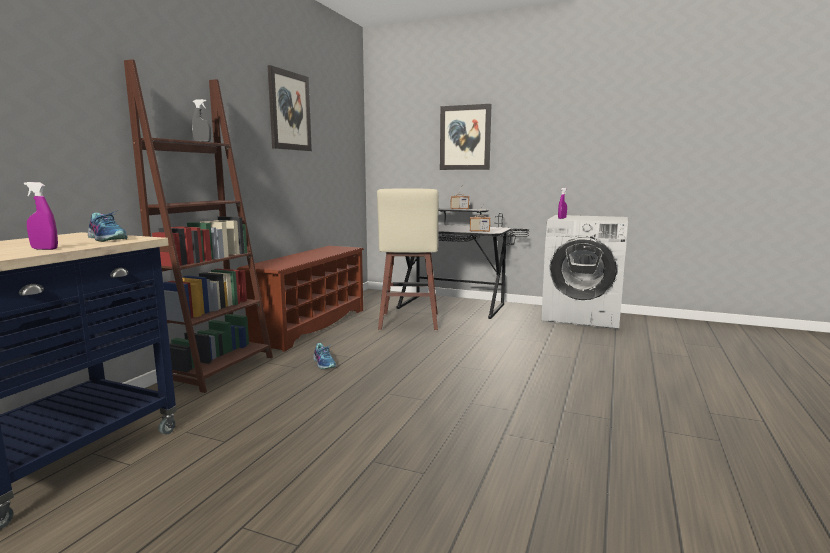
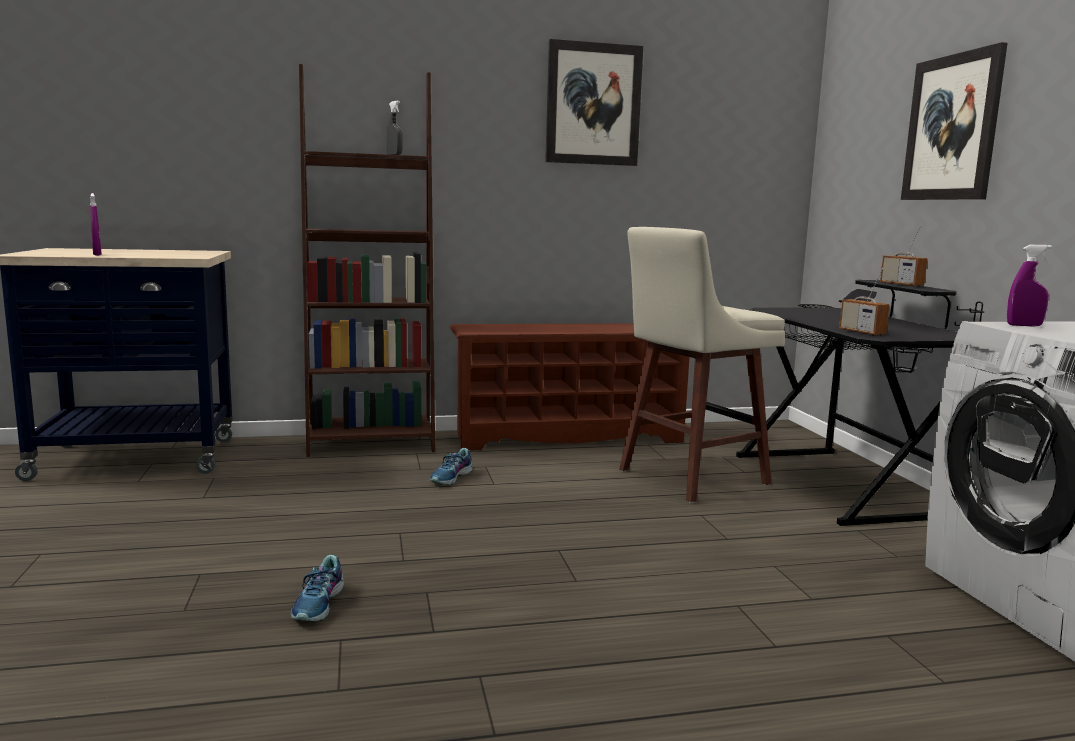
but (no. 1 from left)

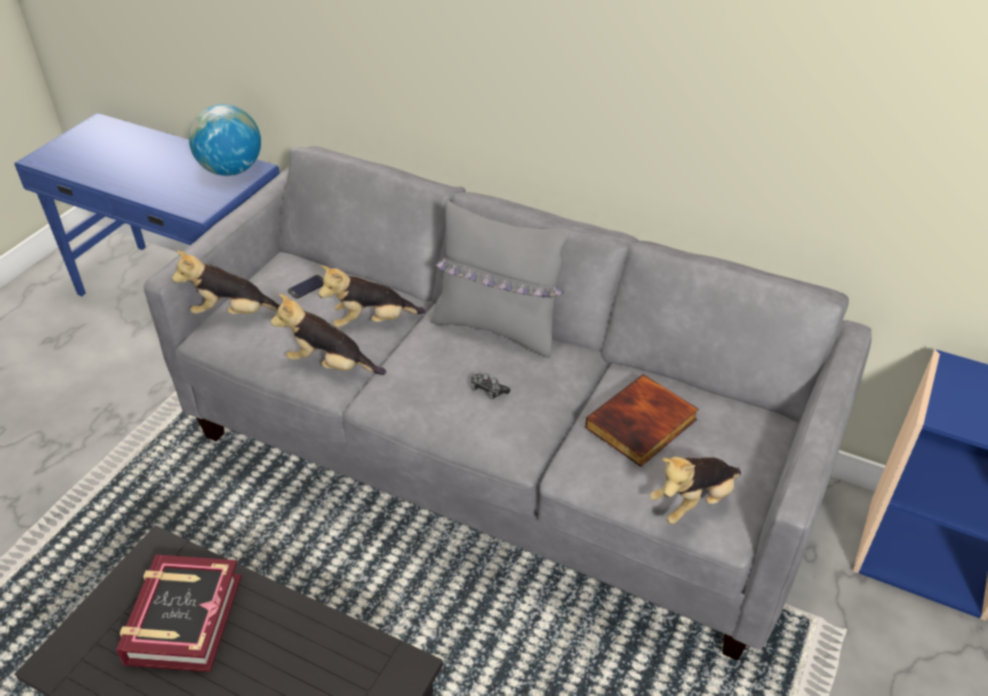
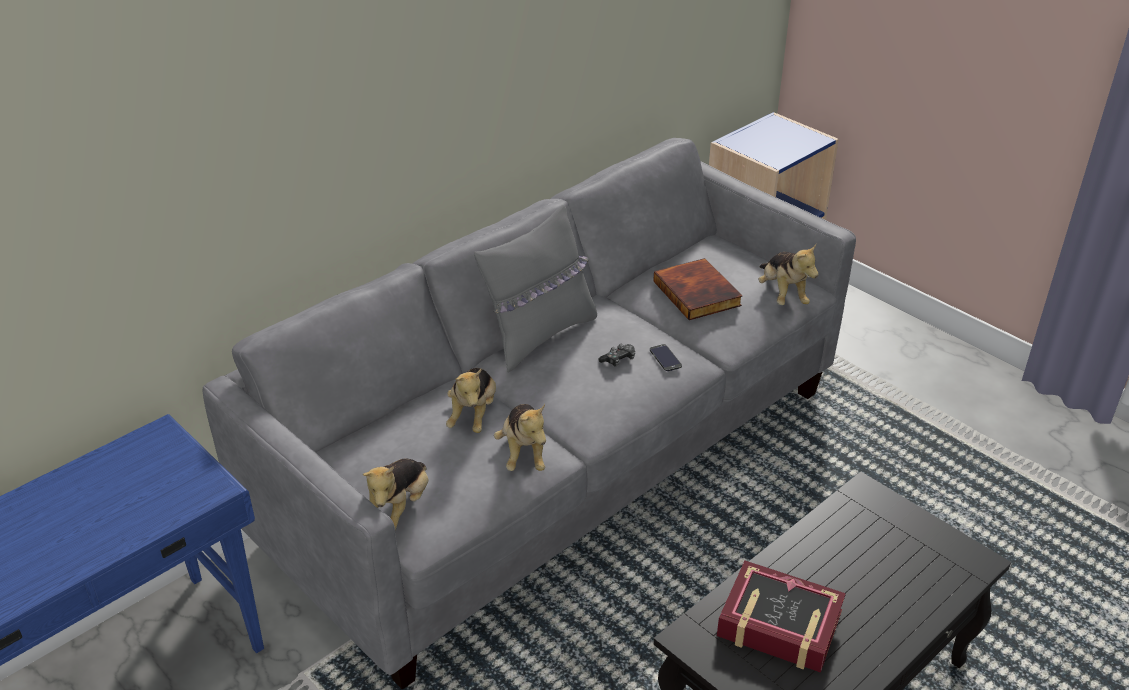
globus
telefon
pluszak (no. 3 from left)

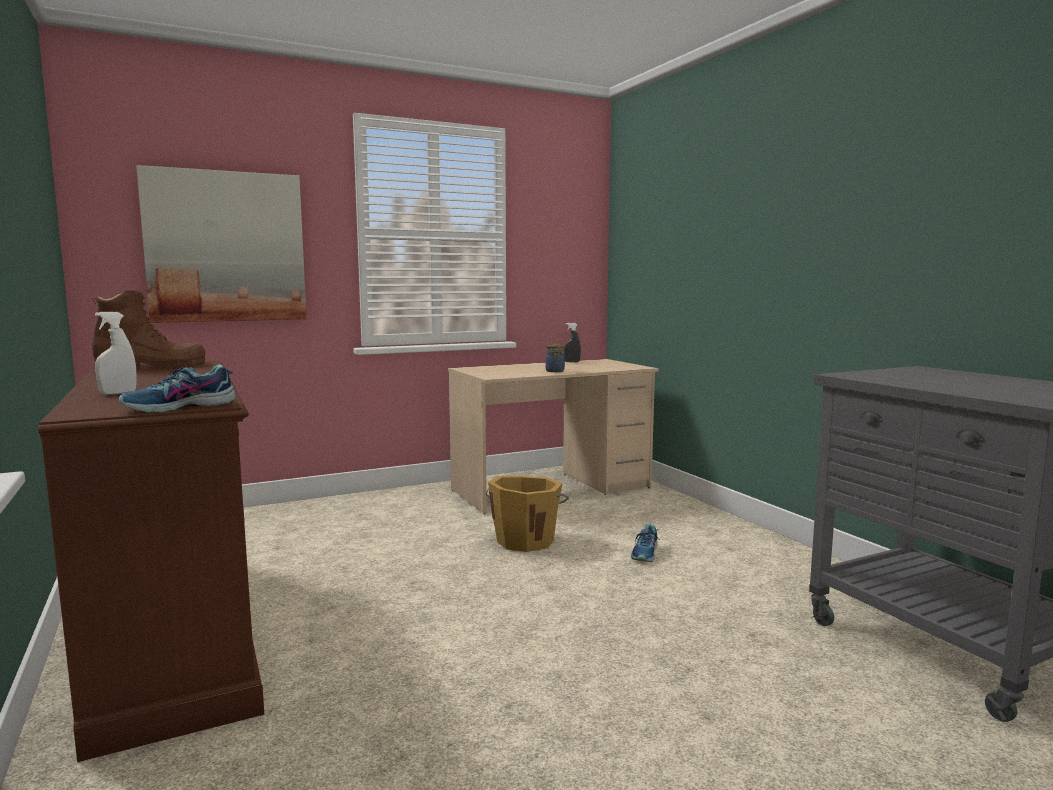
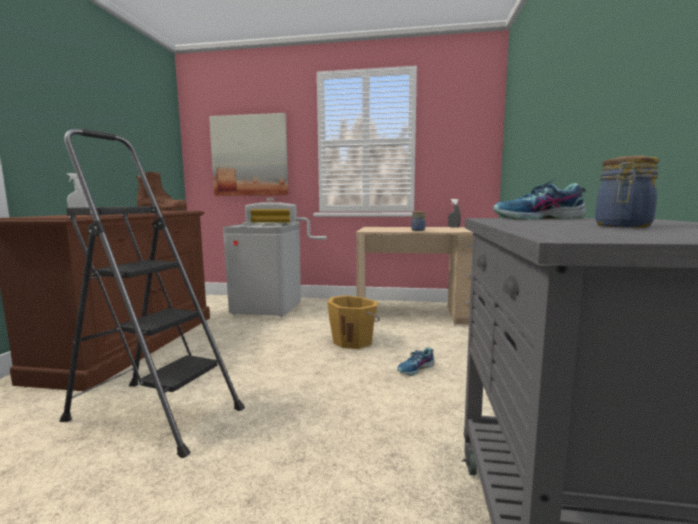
drabinka
pralka/szary
słoik (no. 2 from left)
but (no. 2 from left)

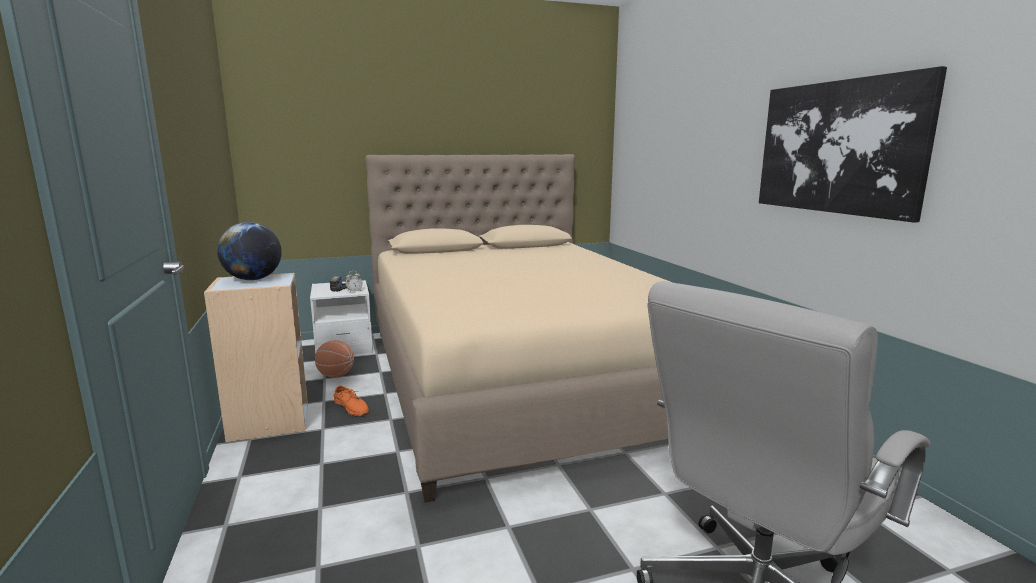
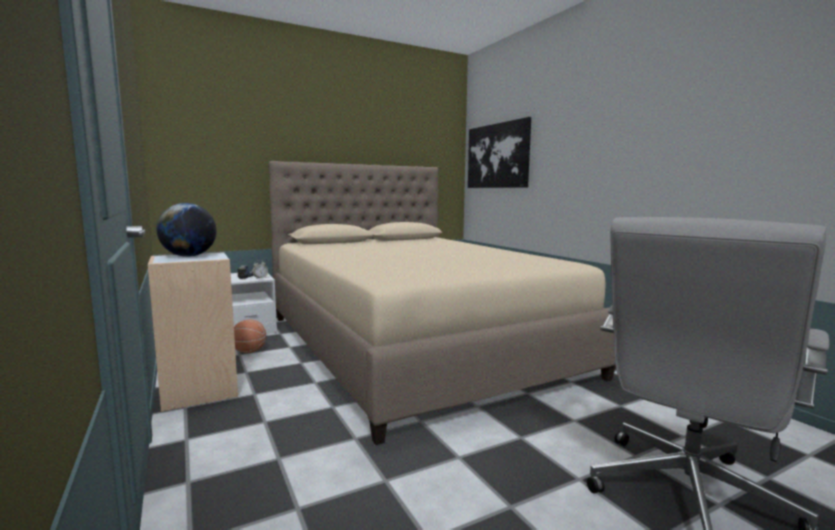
but/pomarańczowy
obraz

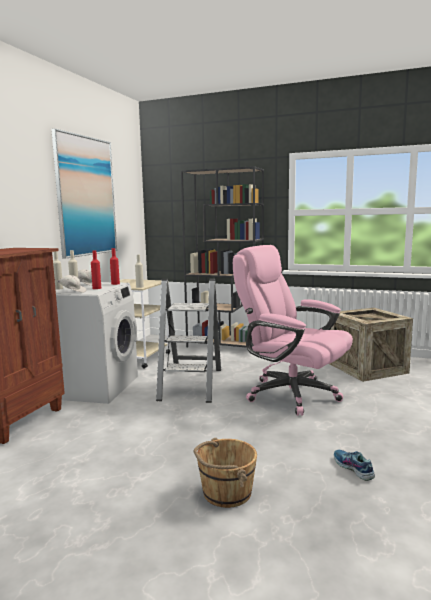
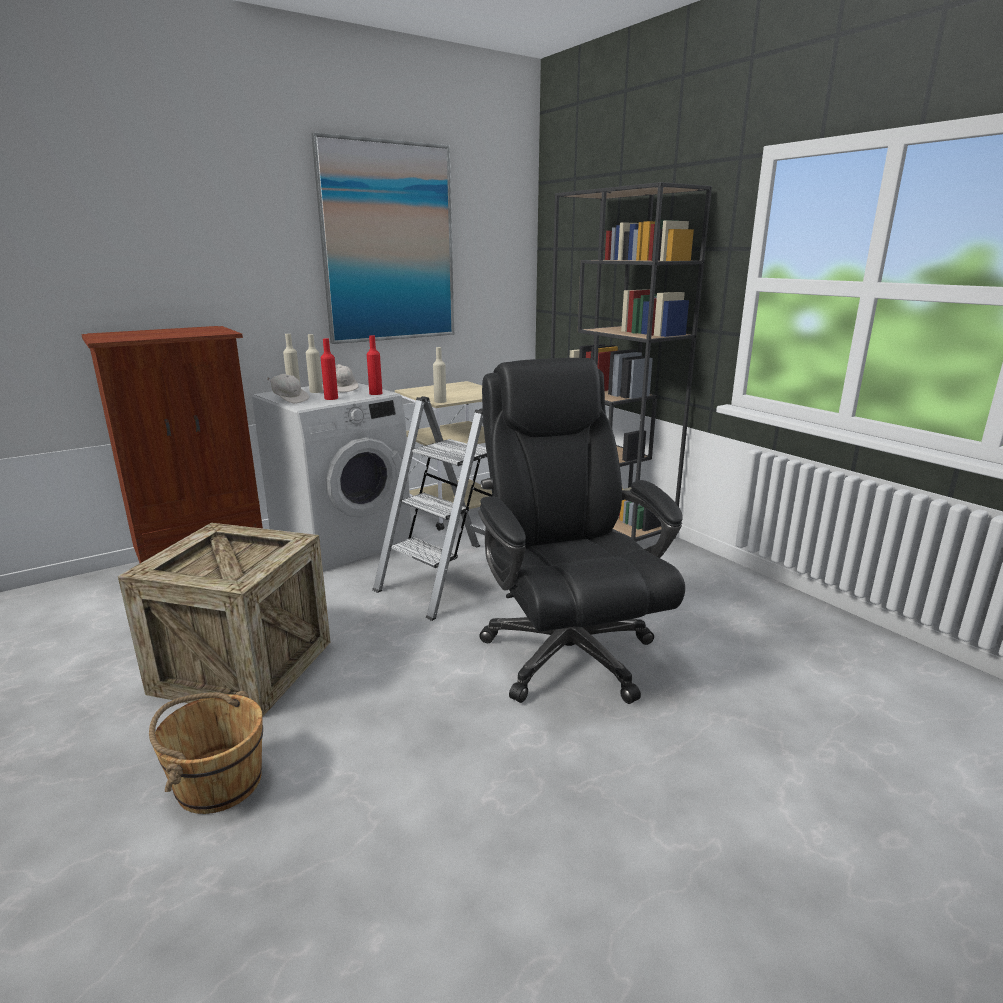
but
skrzynka
krzesło biurowe/czarny

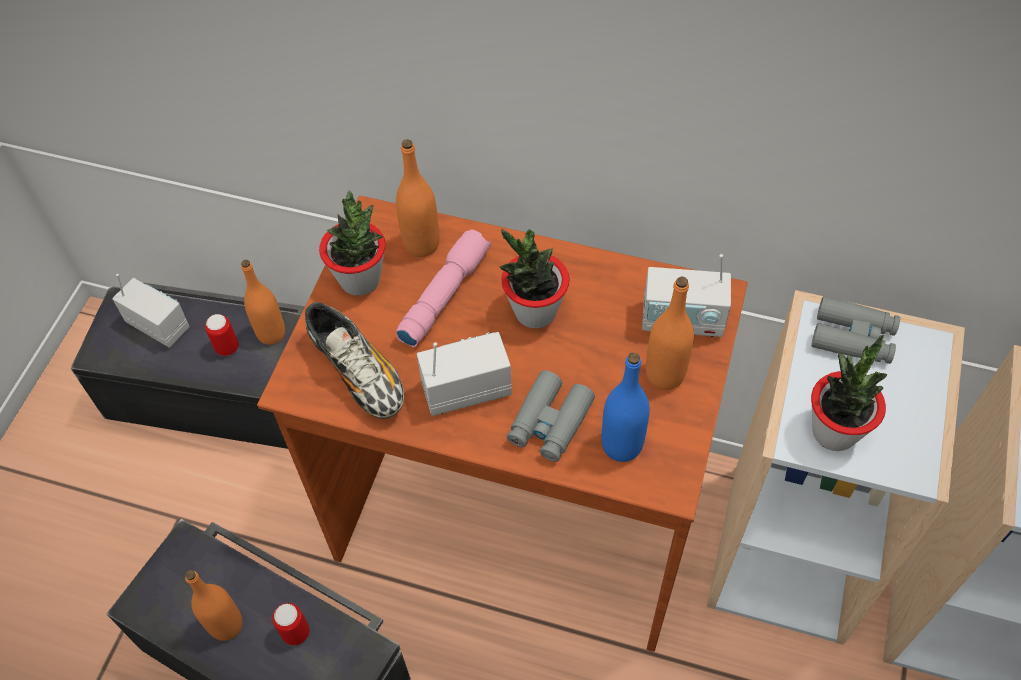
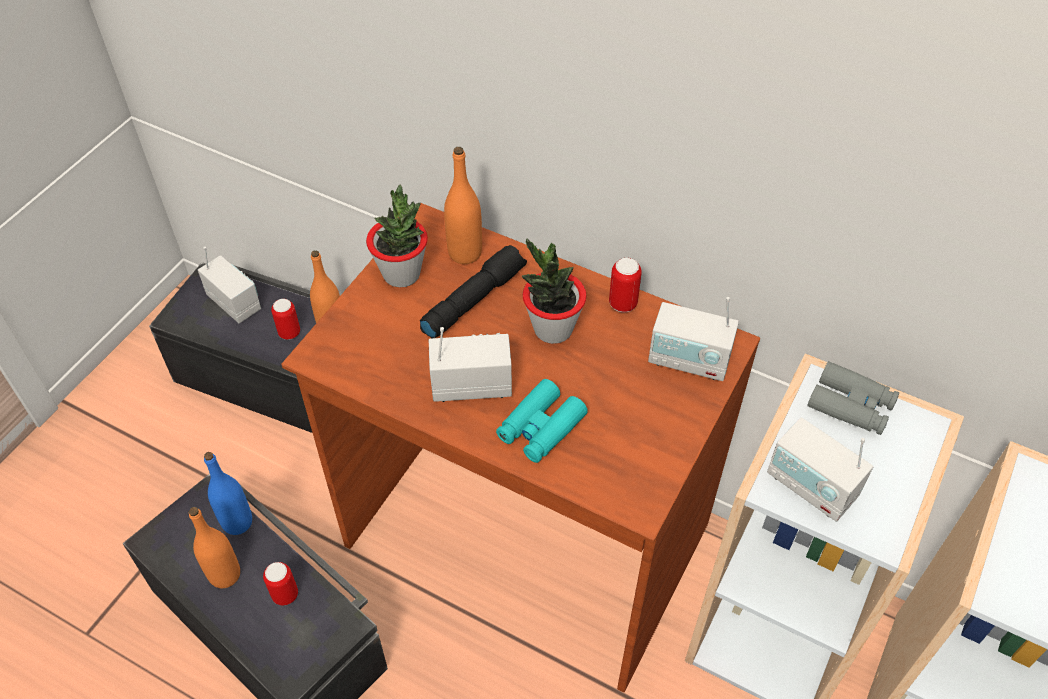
but
butelka/pomarańczowy (no. 4 from left in the first image)
puszka (no. 3 from left)
butelka/niebieski
radio (no. 4 from left)
latarka/czarny
lornetka/turkusowy

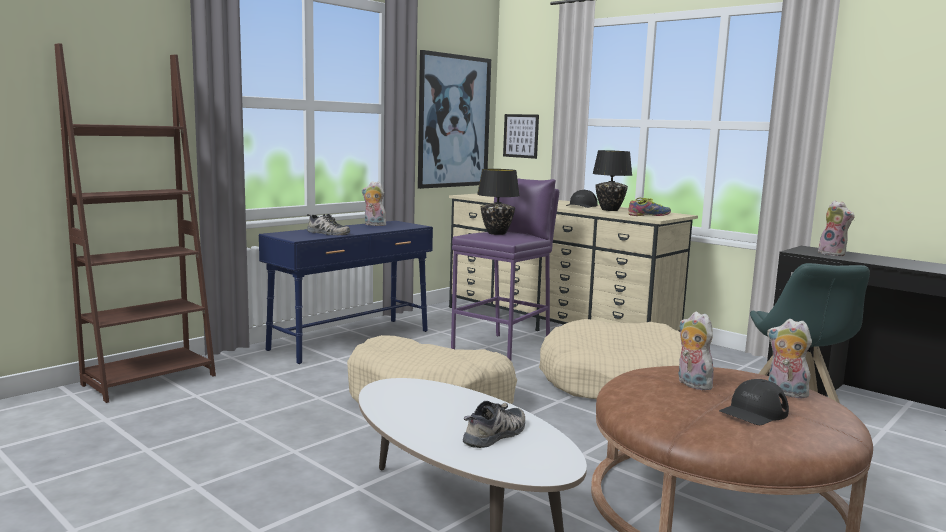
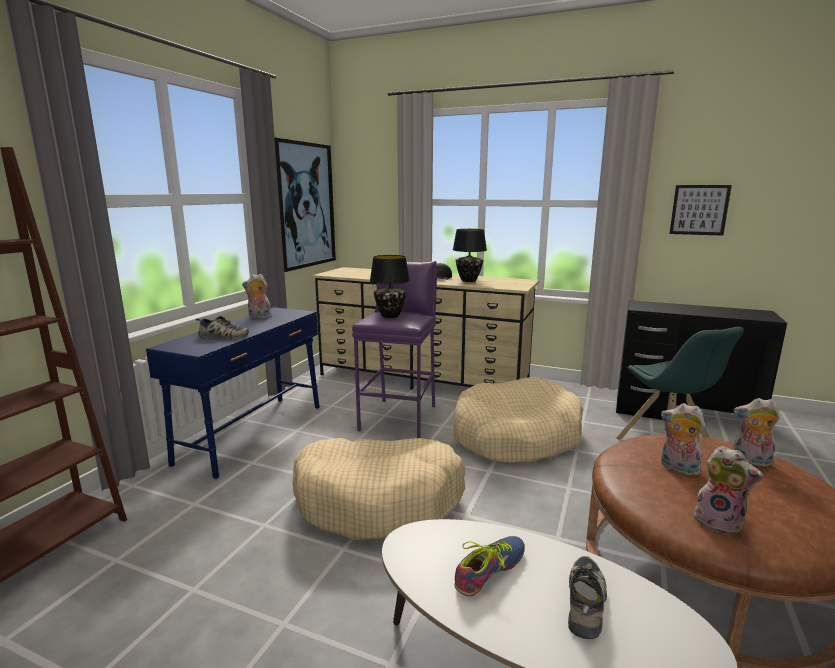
czapka z daszkiem/czarny (no. 2 from left in the first image)
obraz (no. 2 from left)
but (no. 2 from left)
pluszak (no. 3 from left)

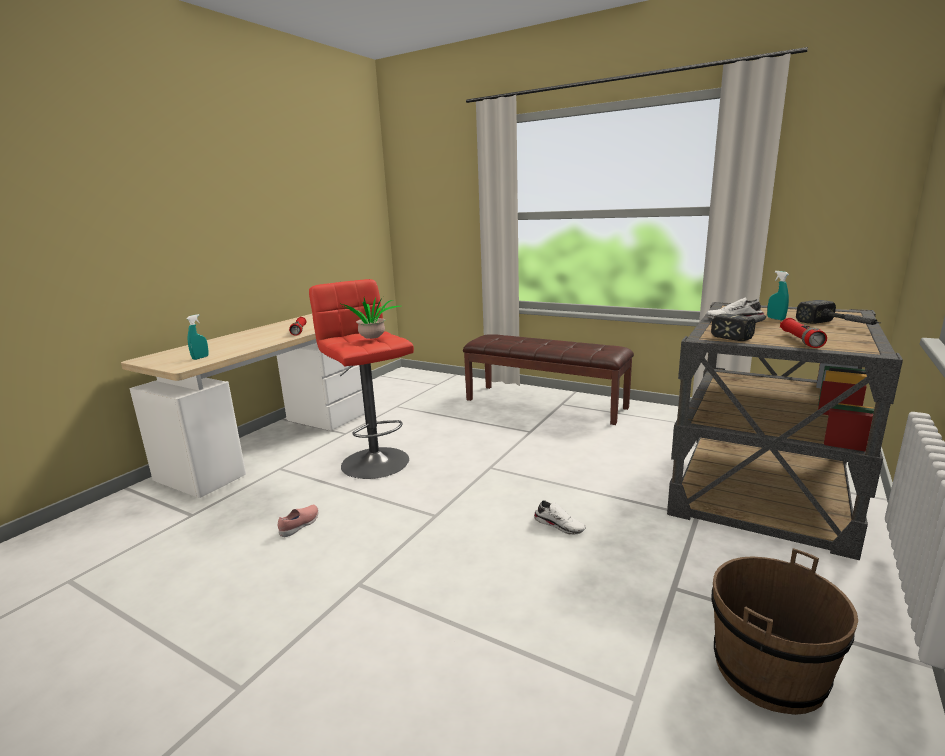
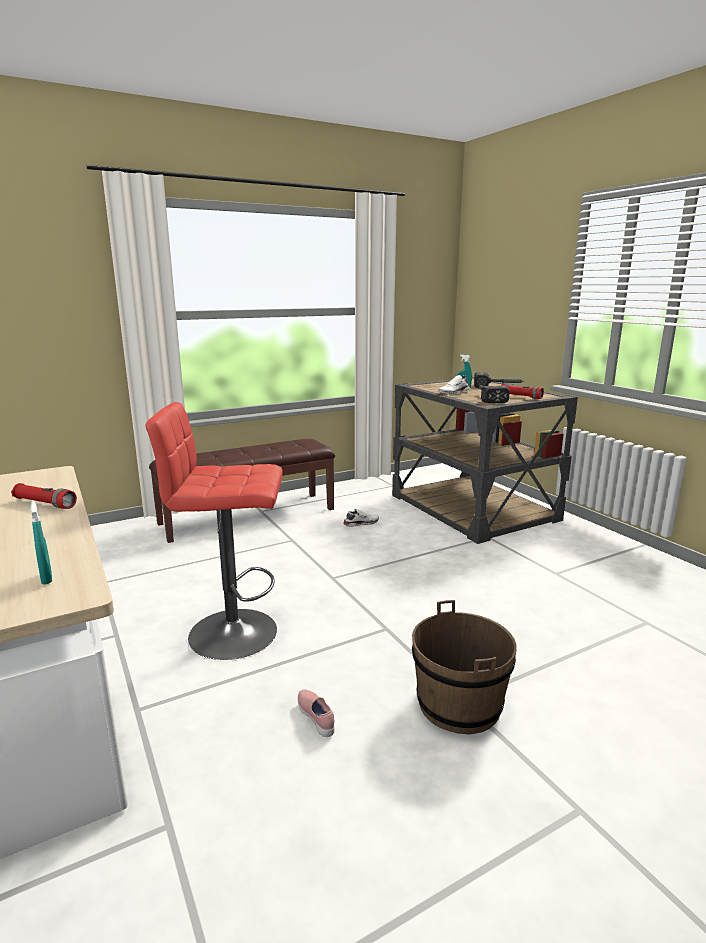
roślina doniczkowa
but/biały (no. 1 from left)
wiadro/brązowy

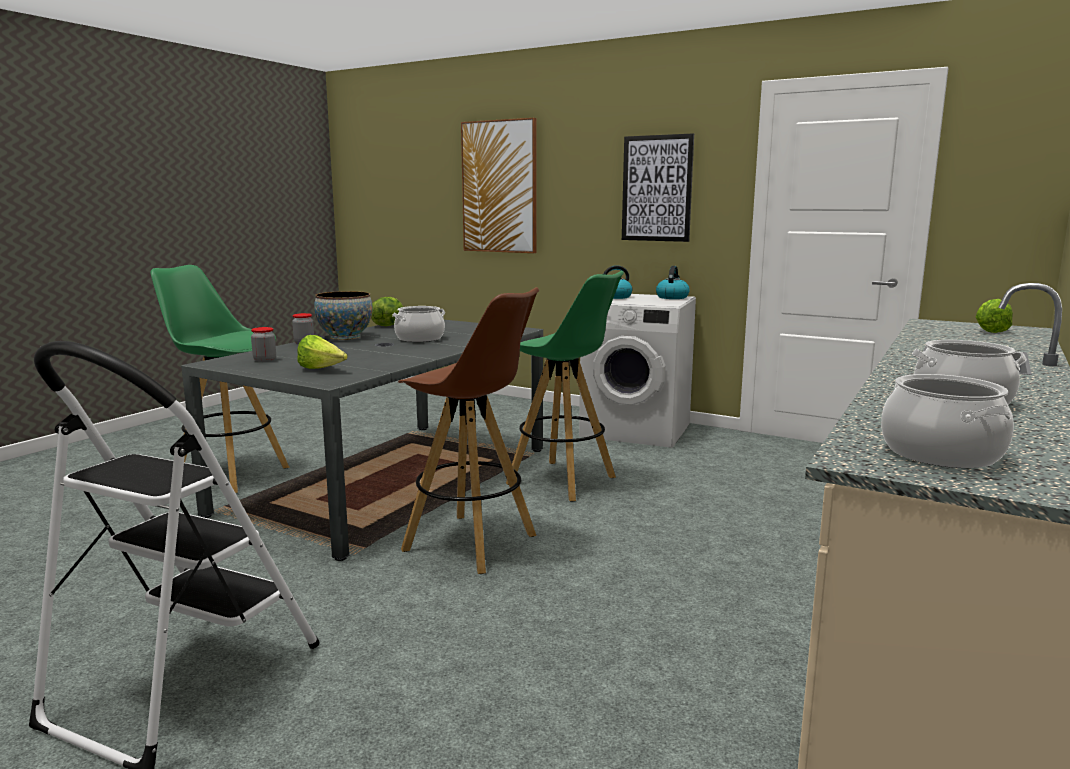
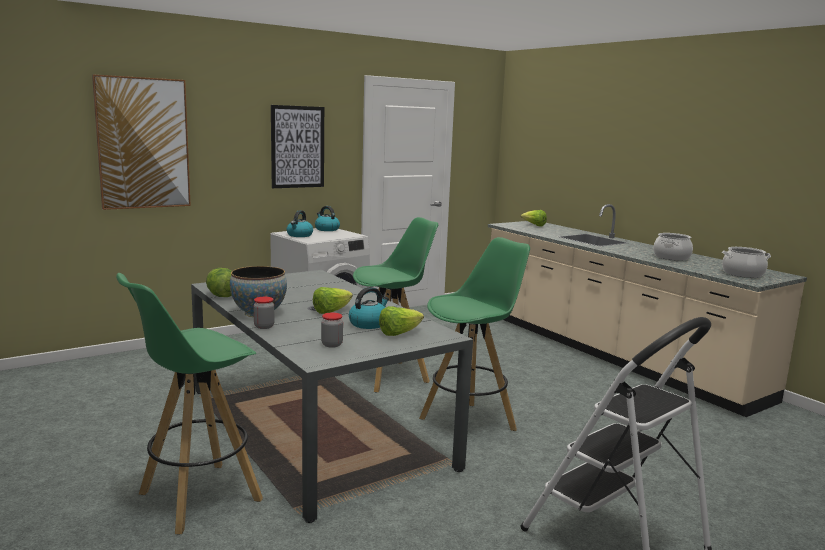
garnek (no. 1 from left in the first image)
sałata (no. 2 from left)
czajnik (no. 3 from left)
stołek/zielony (no. 3 from left)

